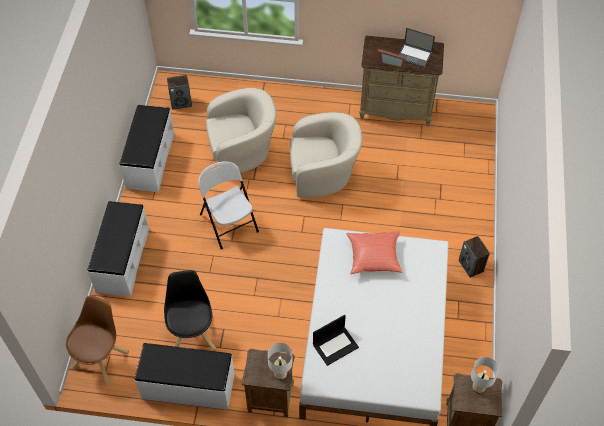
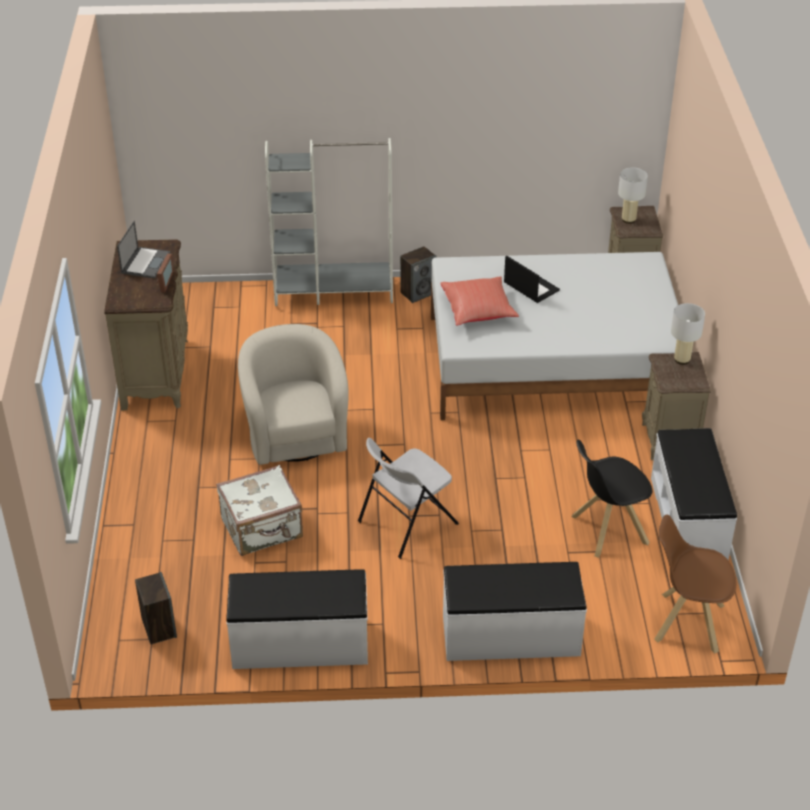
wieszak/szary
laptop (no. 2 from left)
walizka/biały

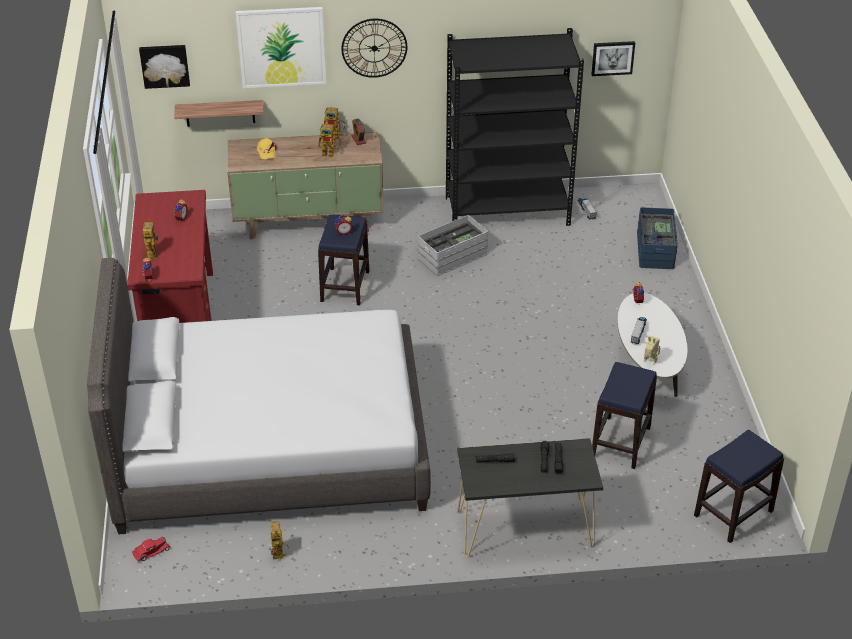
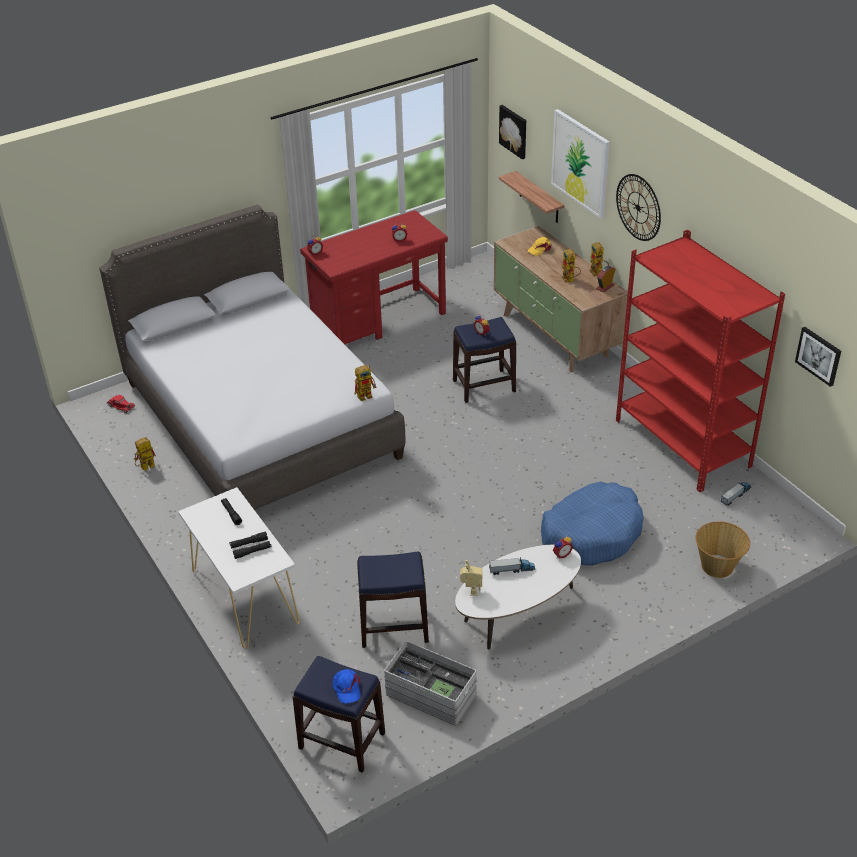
czapka z daszkiem/niebieski
legowisko/niebieski
robot zabawkowy (no. 2 from left)
pojemnik do przechowywania/szary
koszyk
regał/czerwony
stolik konsolowy/biały

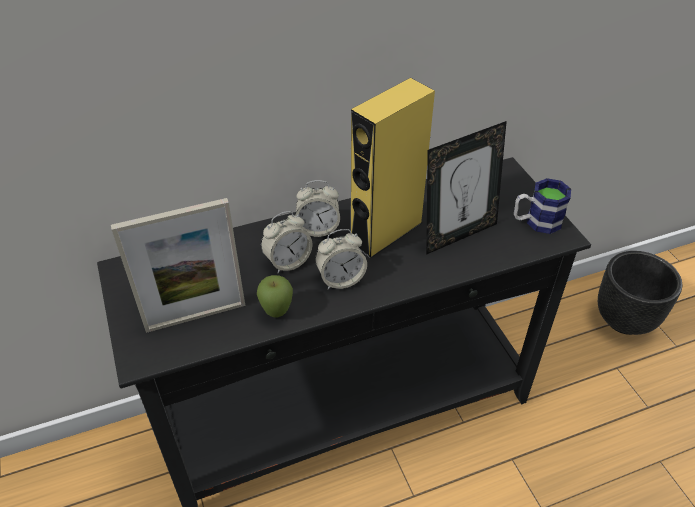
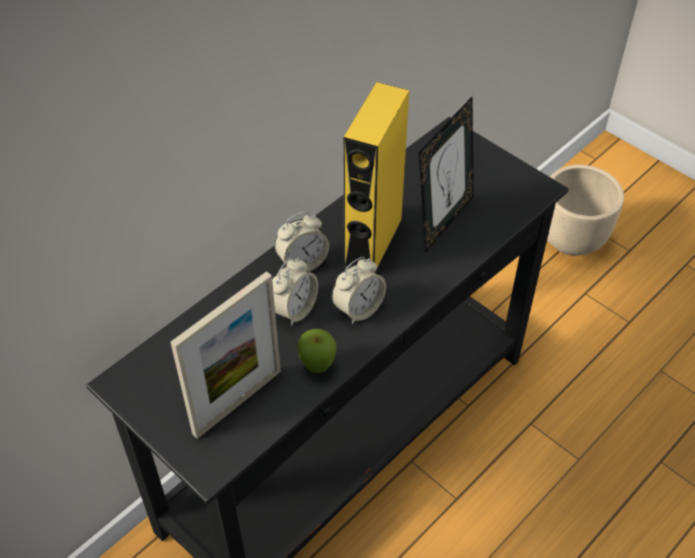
kubek
donica/beżowy

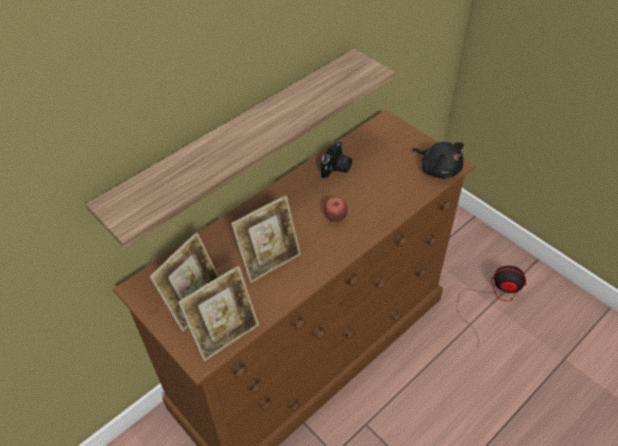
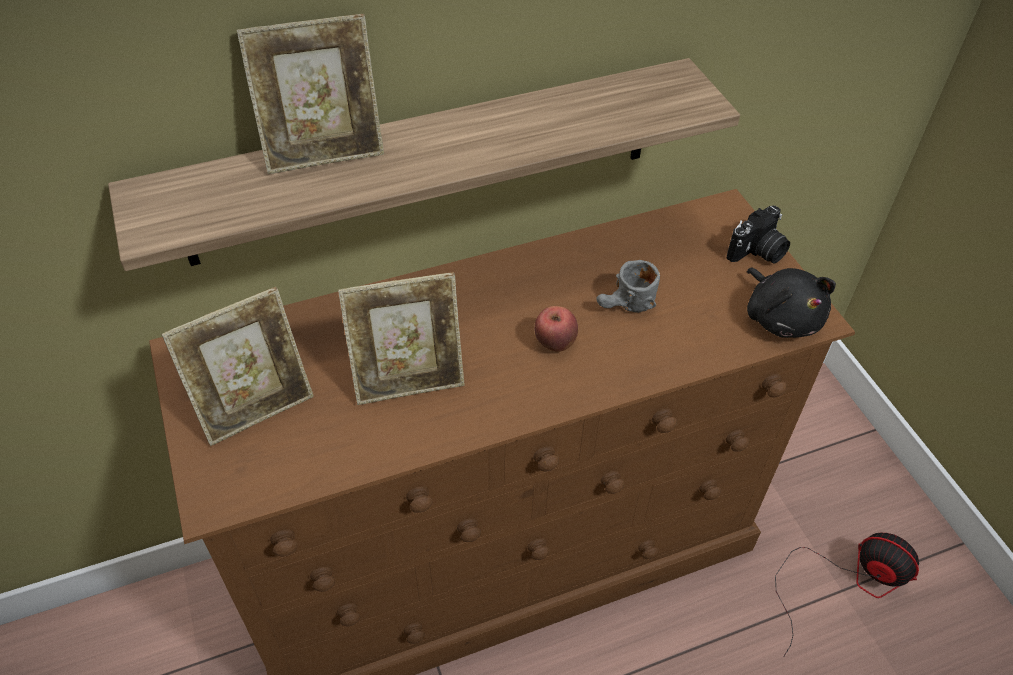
kubek/szary
ramka na zdjęcie (no. 2 from left)
aparat fotograficzny

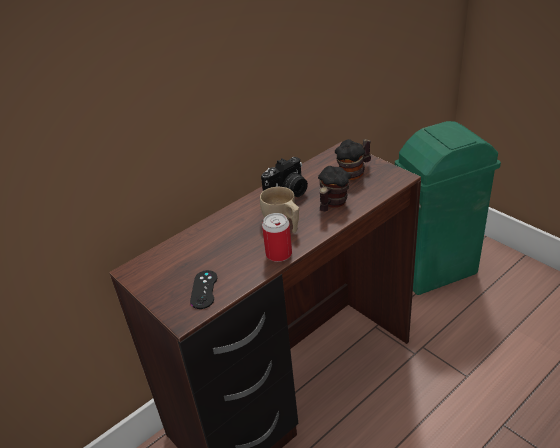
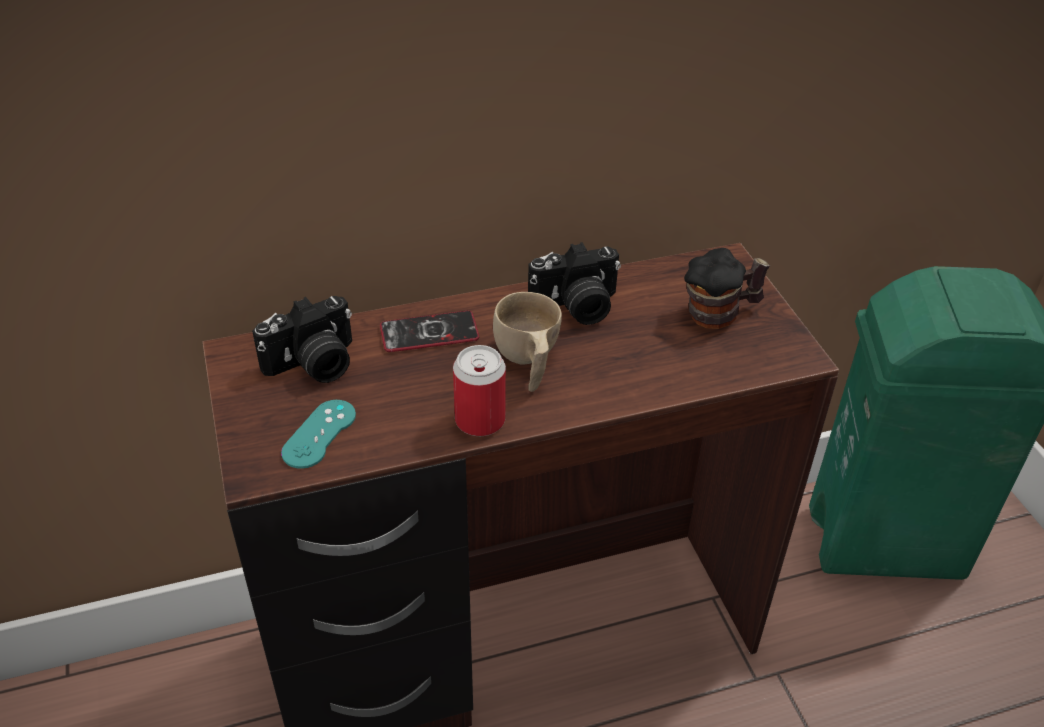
kubek (no. 1 from left in the first image)
aparat fotograficzny (no. 1 from left)
telefon
pad do gier/turkusowy

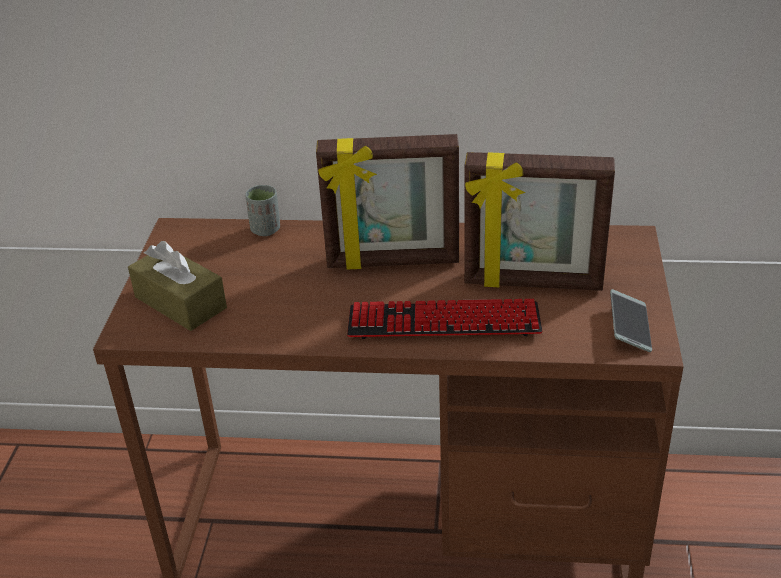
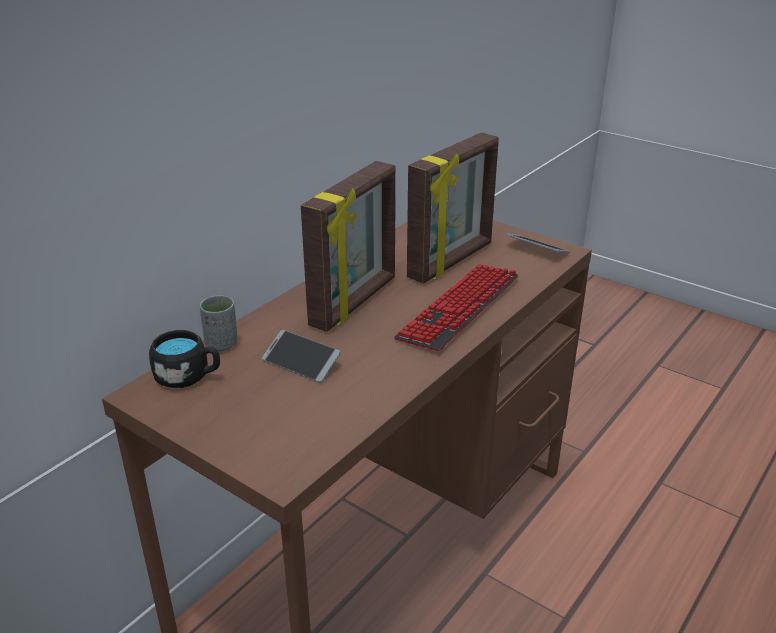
pudełko chusteczek/brązowy
kubek/czarny
telefon (no. 1 from left)

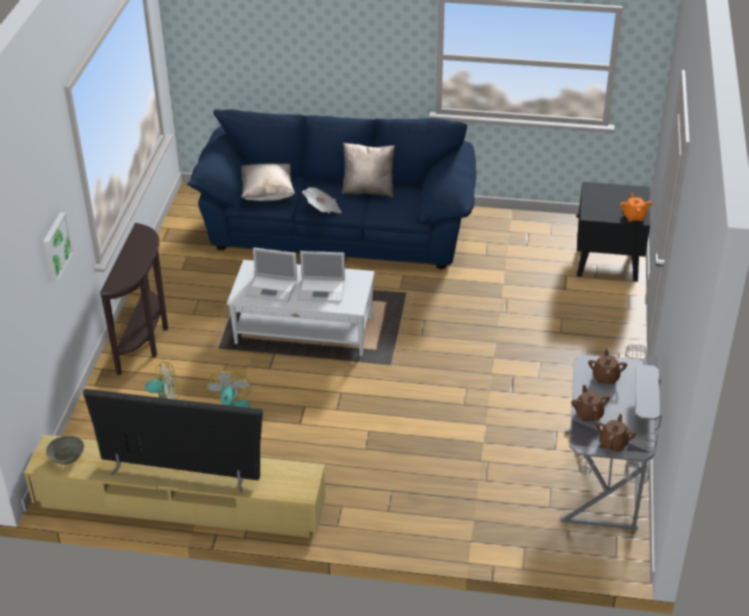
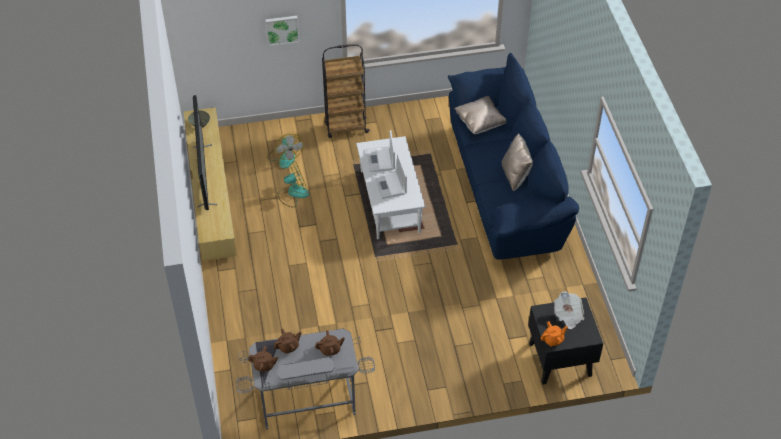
gazeta
wózek/brązowy

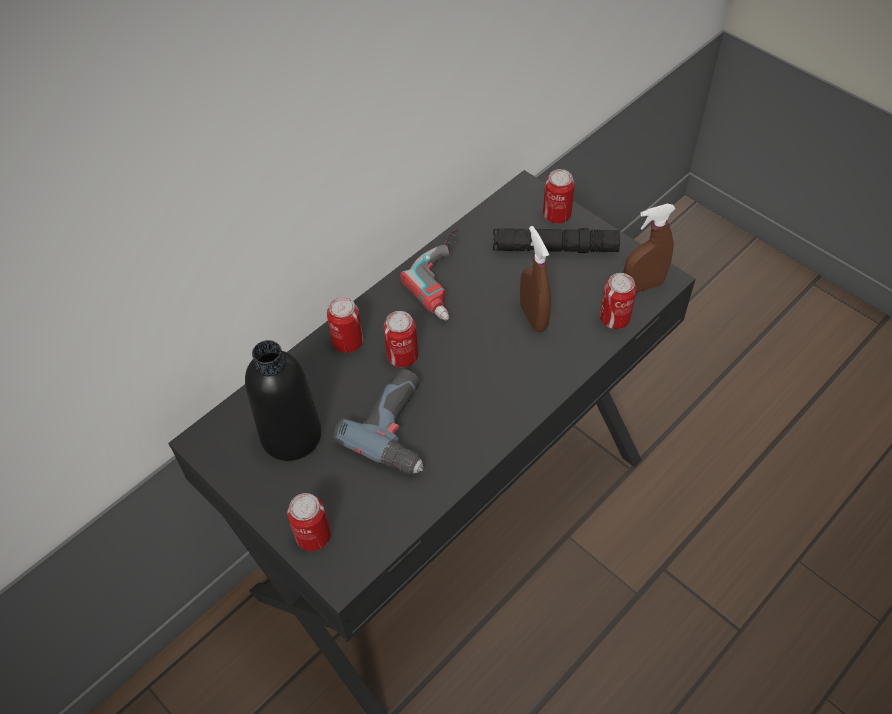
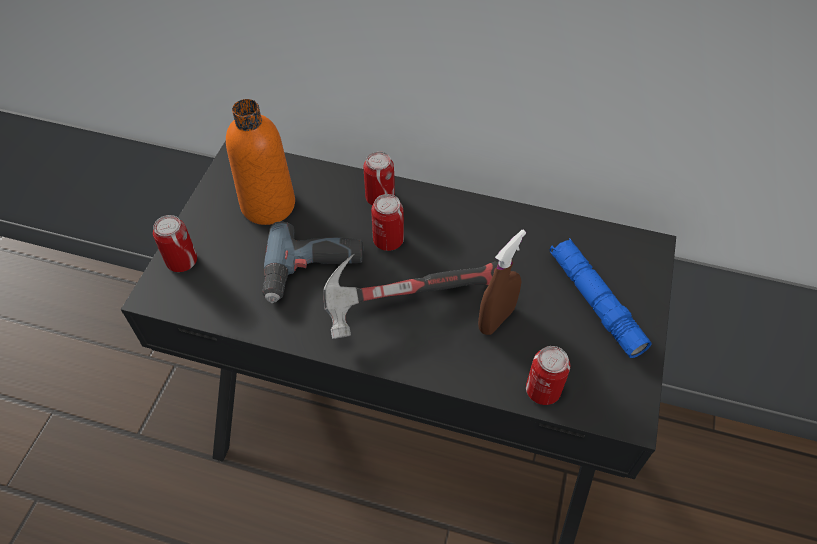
wiertarka (no. 2 from left in the first image)
puszka (no. 4 from left in the first image)
spryskiwacz/brązowy (no. 2 from left in the first image)
młotek
butelka/pomarańczowy
latarka/niebieski

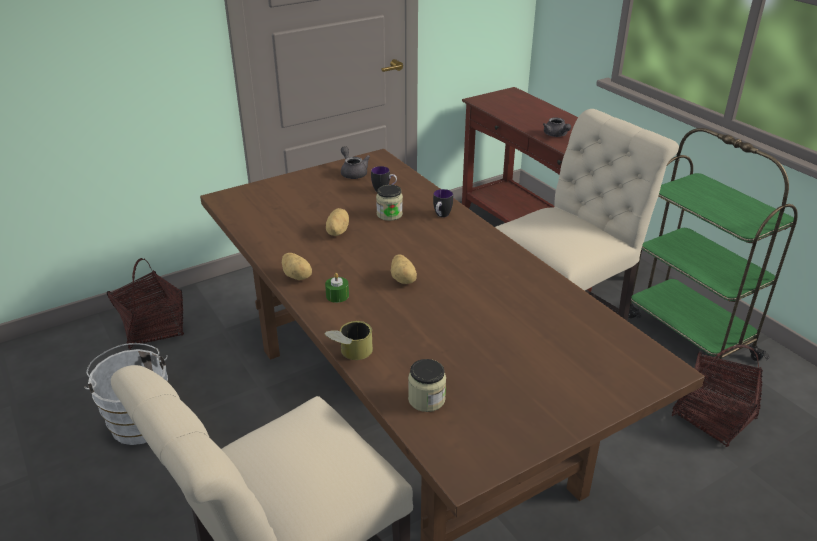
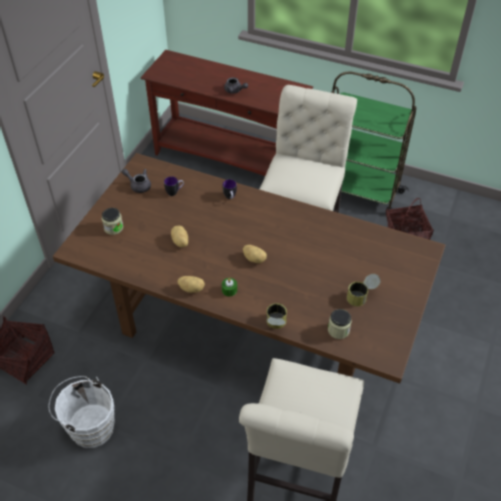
puszka (no. 2 from left)
słoik (no. 1 from left)

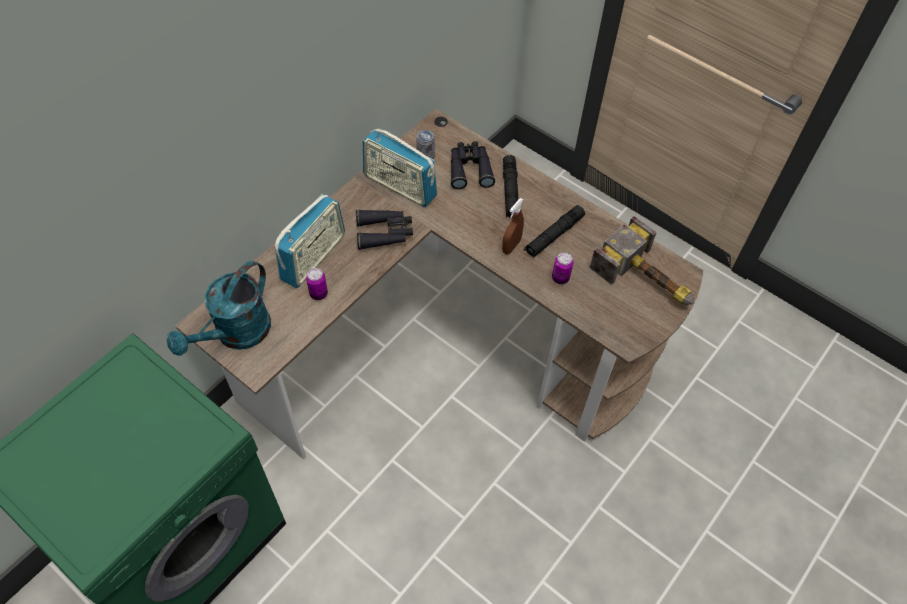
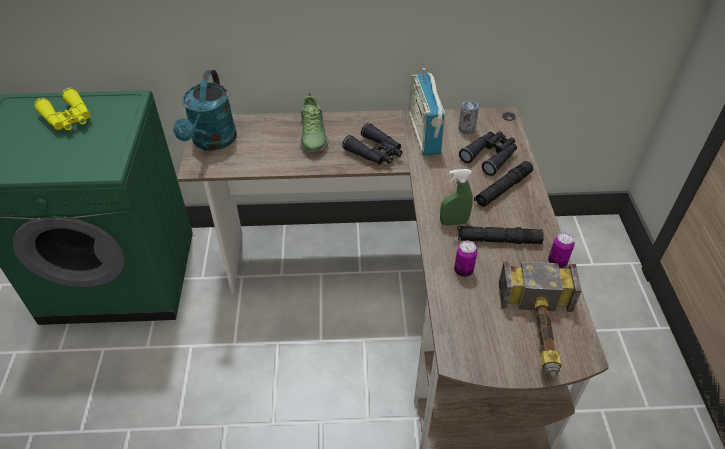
lornetka/żółty
puszka (no. 3 from left)
but
spryskiwacz/zielony
konewka/turkusowy

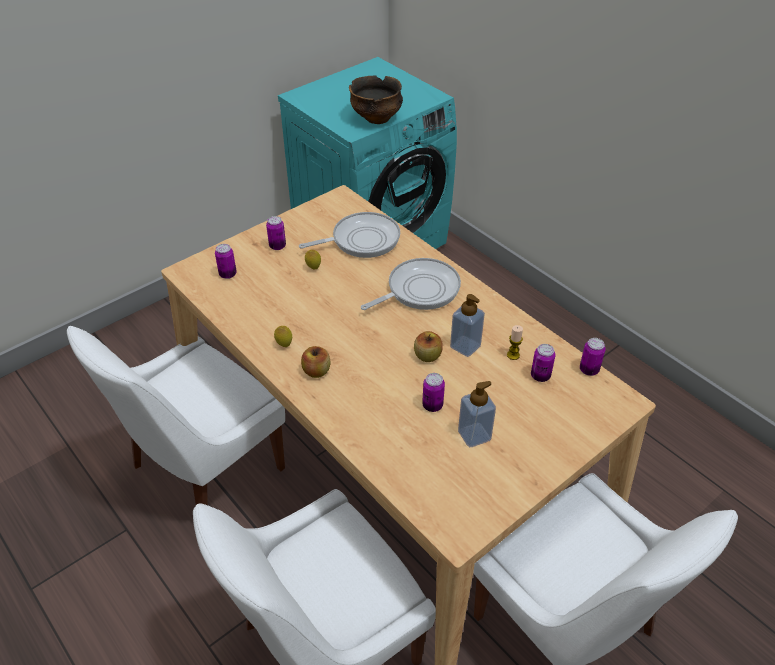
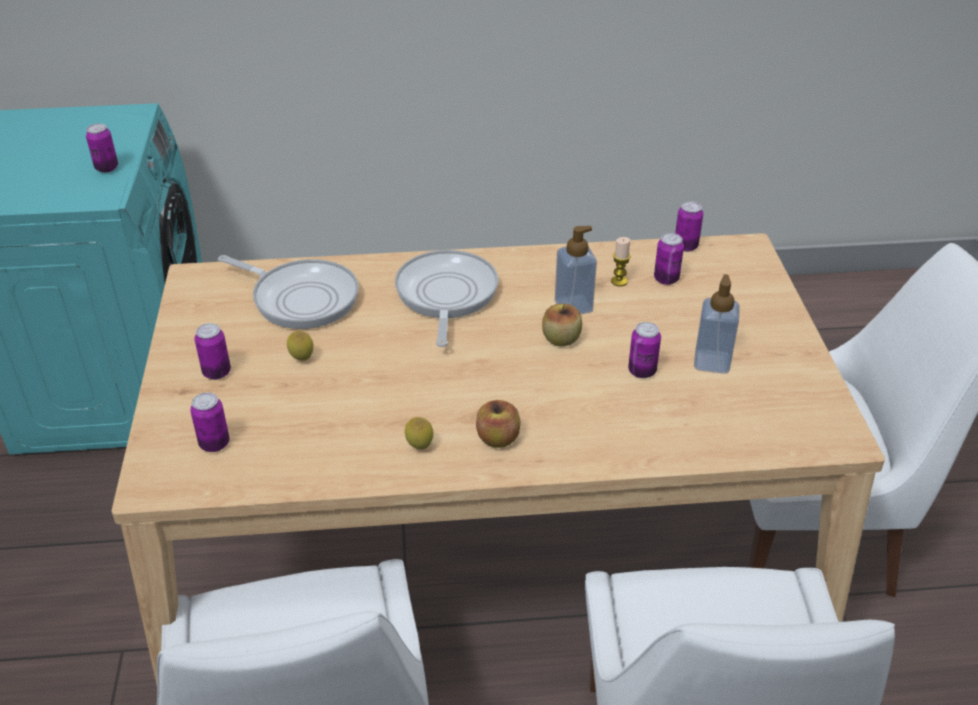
puszka (no. 1 from left)
patelnia (no. 1 from left)

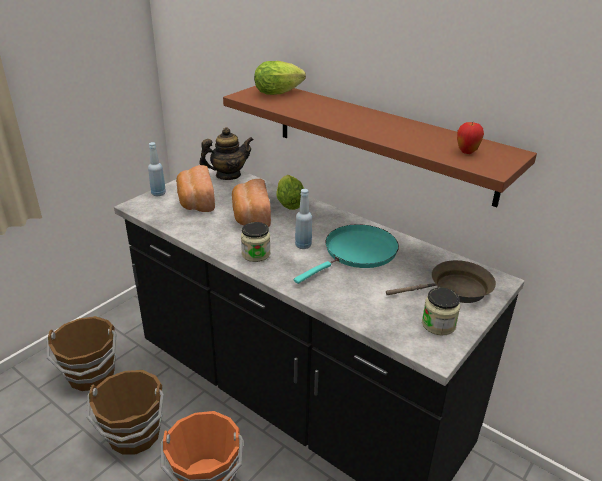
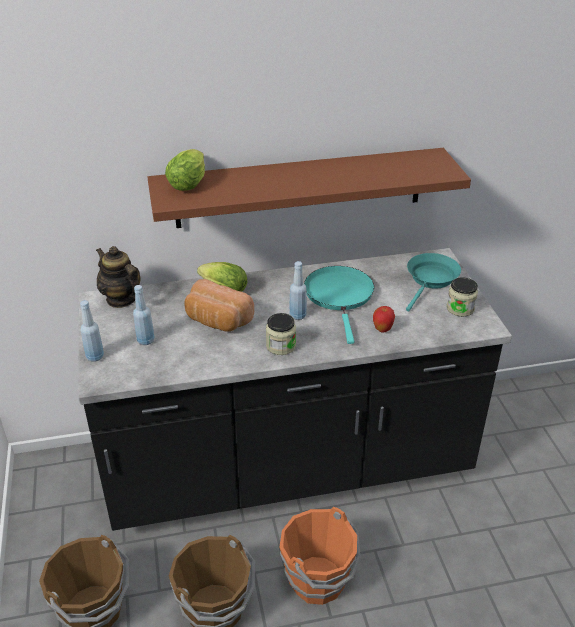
jabłko
butelka/niebieski (no. 2 from left)
patelnia/turkusowy (no. 2 from left)
imbryk

